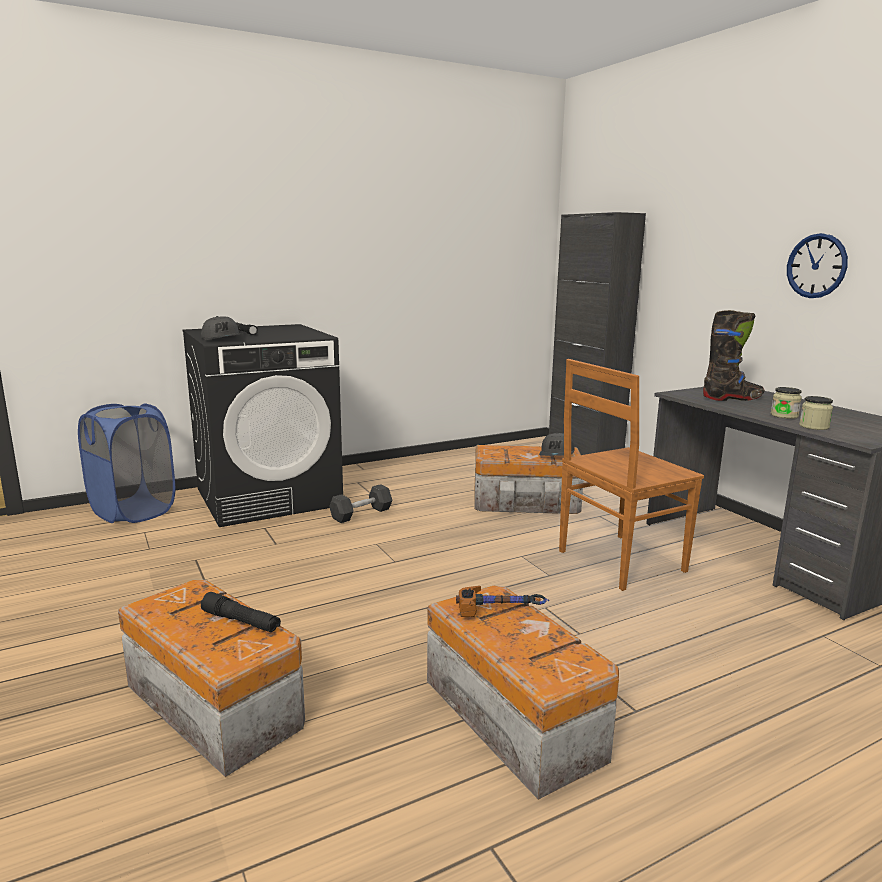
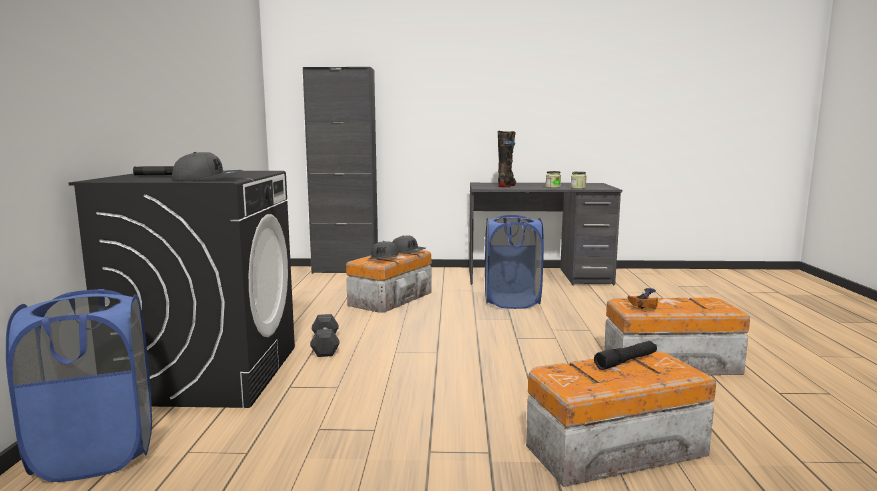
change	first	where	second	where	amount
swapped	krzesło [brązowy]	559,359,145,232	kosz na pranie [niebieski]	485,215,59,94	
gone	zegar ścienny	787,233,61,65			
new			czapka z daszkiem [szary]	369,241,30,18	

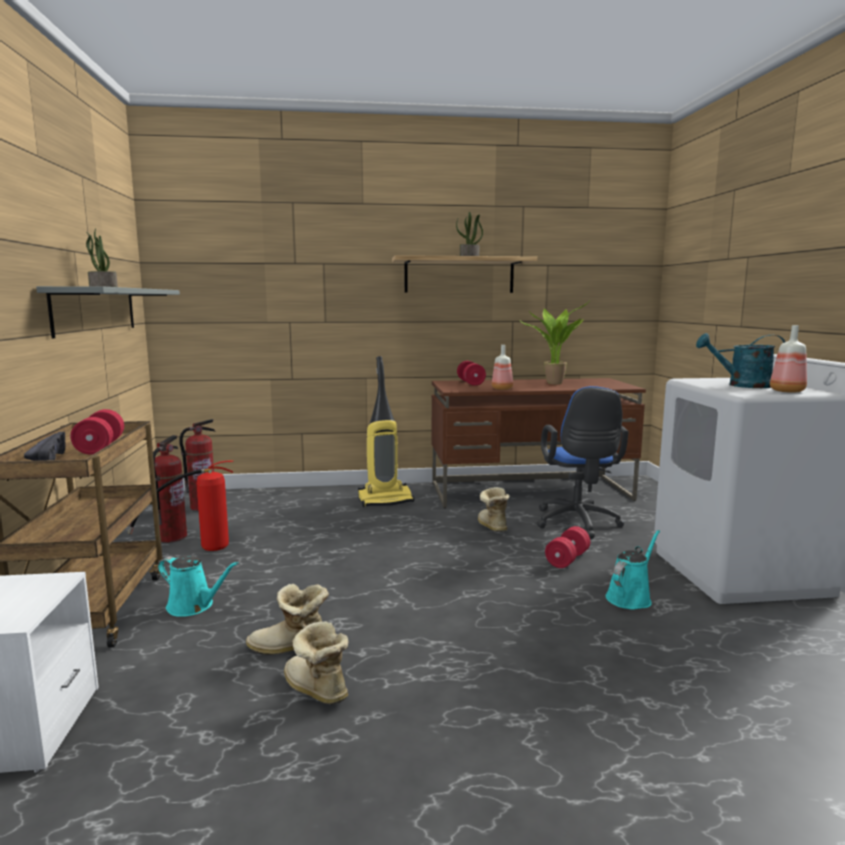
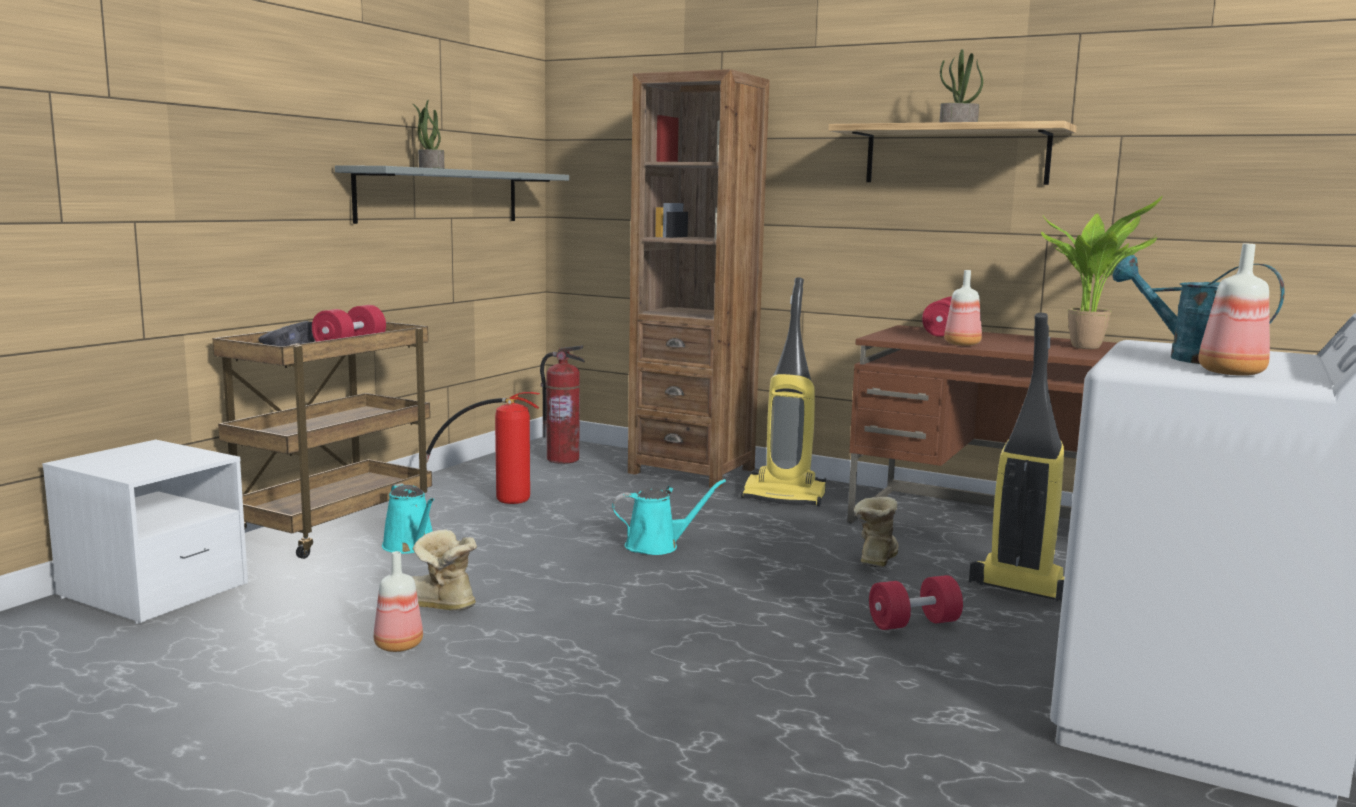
change	first	where	second	where	amount
gone	gaśnica	153,435,34,108			
swapped	but z cholewką	284,621,64,84	butelka	374,551,49,101	
swapped	krzesło biurowe [niebieski]	536,386,93,153	odkurzacz	969,313,95,289	
shifted	konewka [turkusowy]	606,530,54,80		612,479,114,76	
new			regał [brązowy]	628,69,141,420	

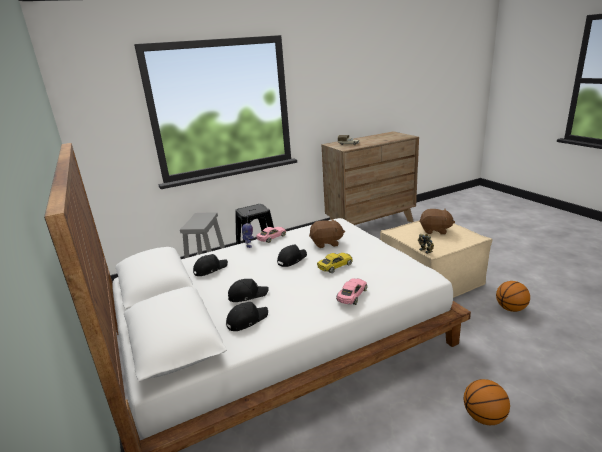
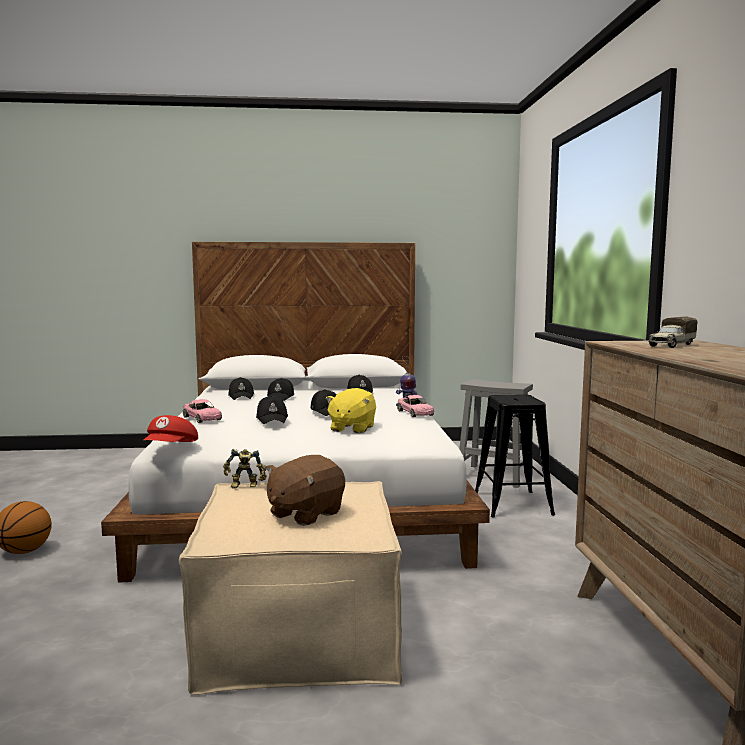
change	first	where	second	where	amount
repainted	pluszak [brązowy]	309,219,36,29	pluszak [żółty]	325,388,51,45	
swapped	samochodzik [żółty]	317,253,36,20	czapka z daszkiem [czarny]	256,395,32,29	
gone	piłka do koszykówki	496,281,34,31			
new			czapka z daszkiem [czerwony]	143,415,55,27	

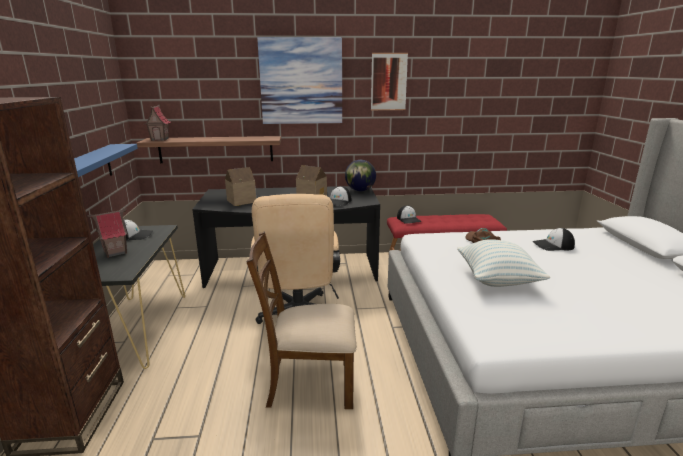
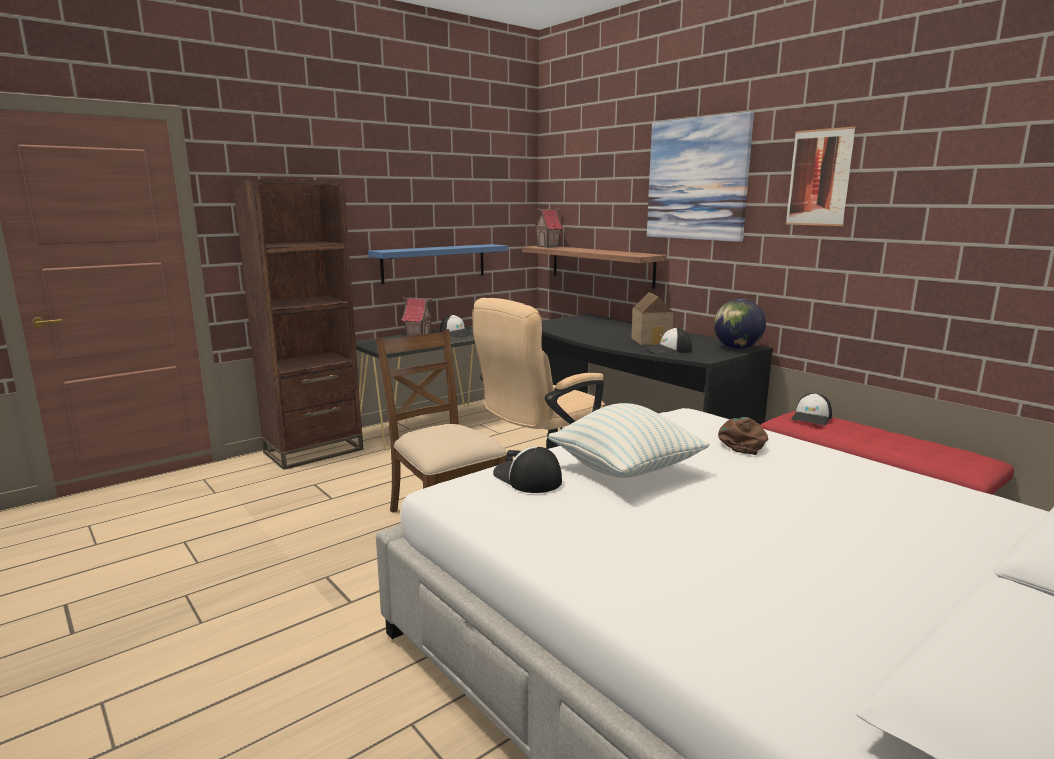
change	first	where	second	where	amount
gone	domek	225,167,31,39			
shifted	czapka z daszkiem	533,228,42,23		493,446,69,47	

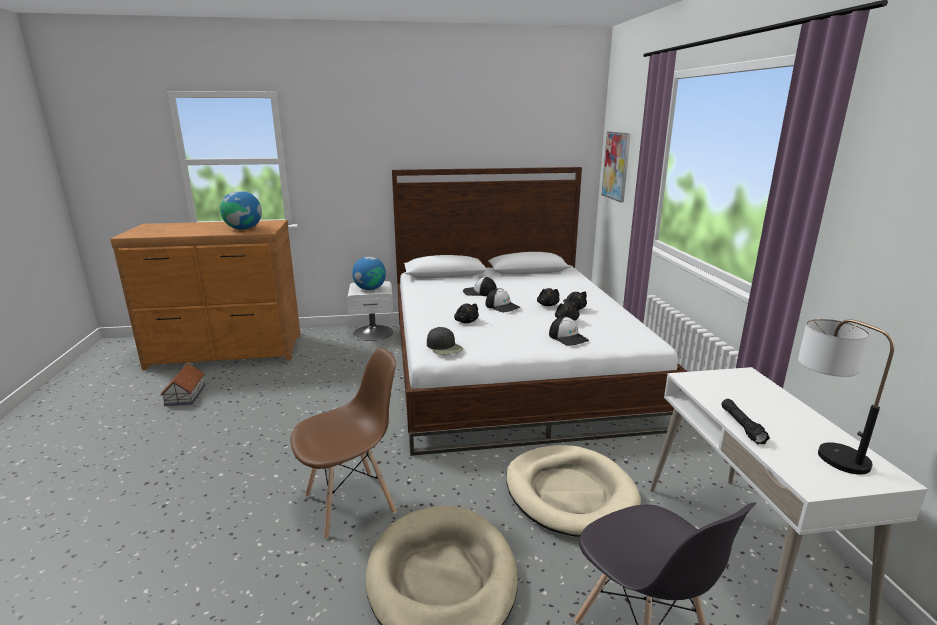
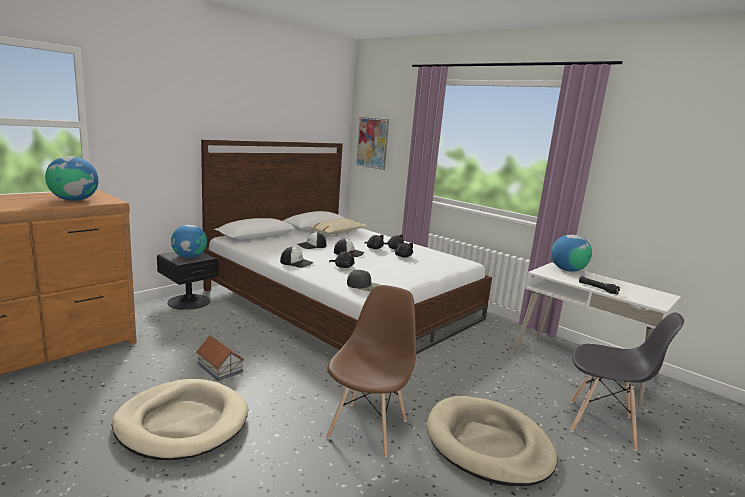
change	first	where	second	where	amount
shifted	domek	160,363,46,43		196,335,48,46	
repainted	szafka nocna [biały]	347,281,46,60	szafka nocna [czarny]	157,252,62,58	
shifted	legowisko [beżowy]	506,445,135,92		112,379,136,81	
shifted	czapka z daszkiem	549,316,40,30		280,247,33,21	
gone	lampa stołowa	798,319,96,156			
new			poduszka [beżowy]	309,218,58,16	
new			globus	551,235,41,37	

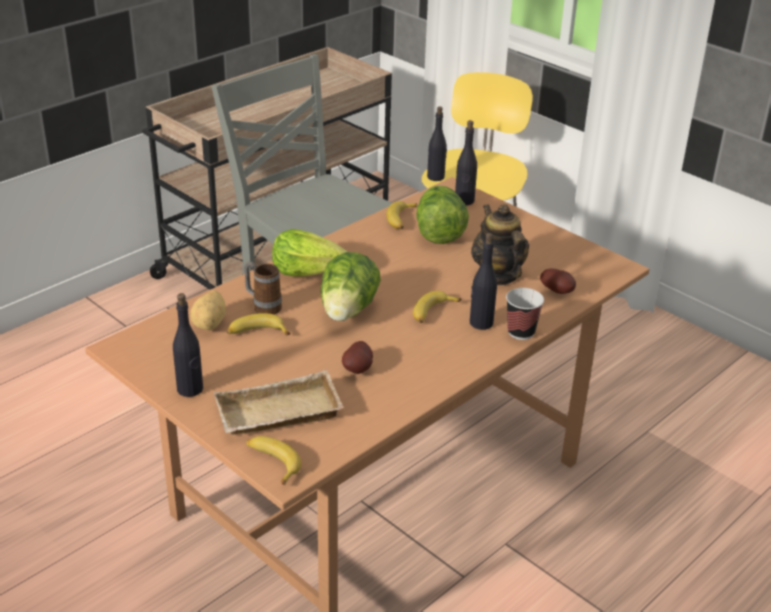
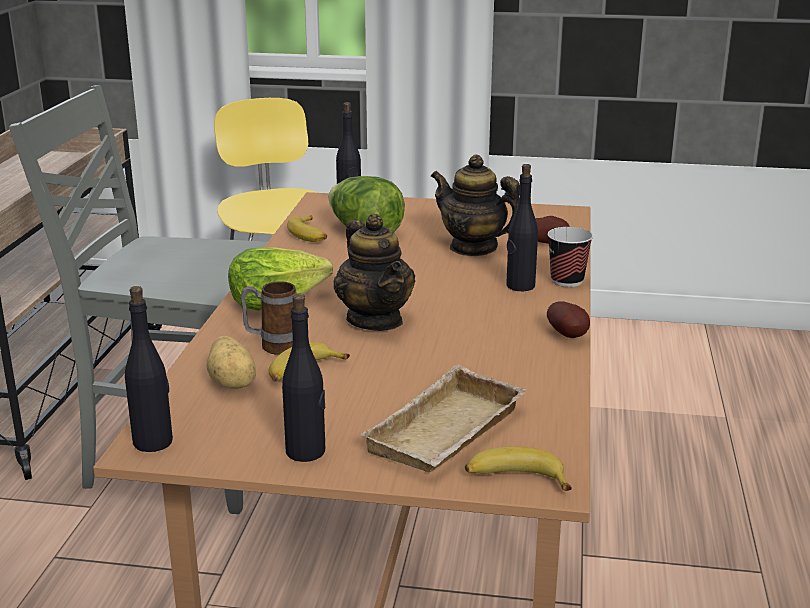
change	first	where	second	where	amount
swapped	sałata	321,252,60,69	imbryk	334,214,81,117	
shifted	ziemniak	342,341,31,33		547,301,43,37	
gone	banan	413,291,48,32			
shifted	butelka [czarny]	427,106,20,75		125,286,48,166	

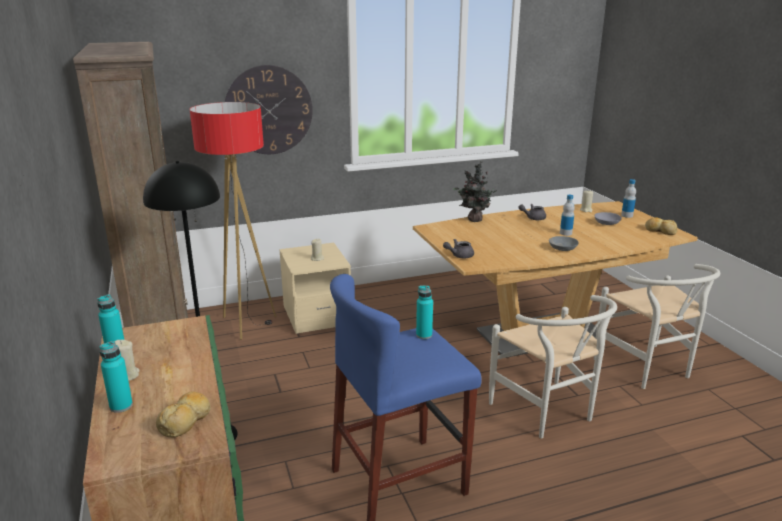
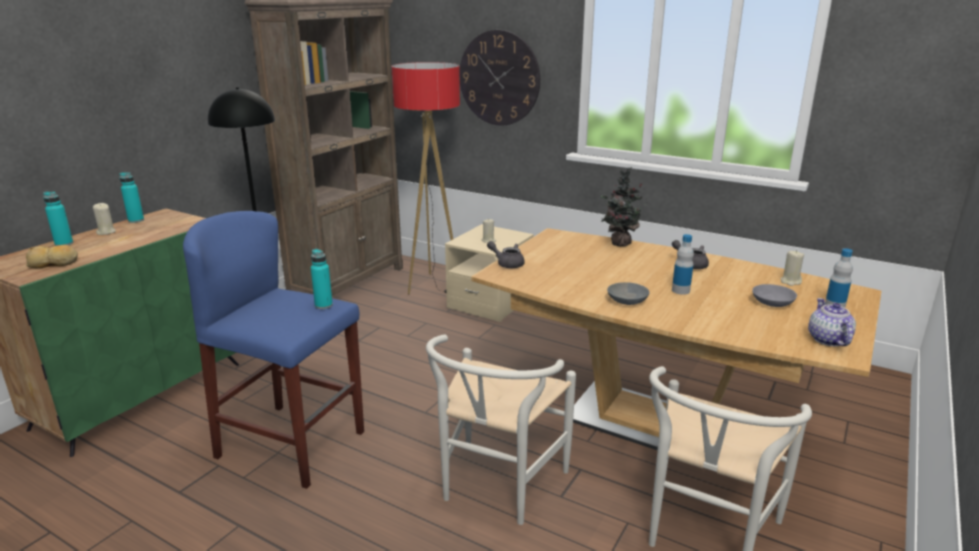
change	first	where	second	where	amount
swapped	chleb	645,217,33,18	imbryk	808,298,48,48	

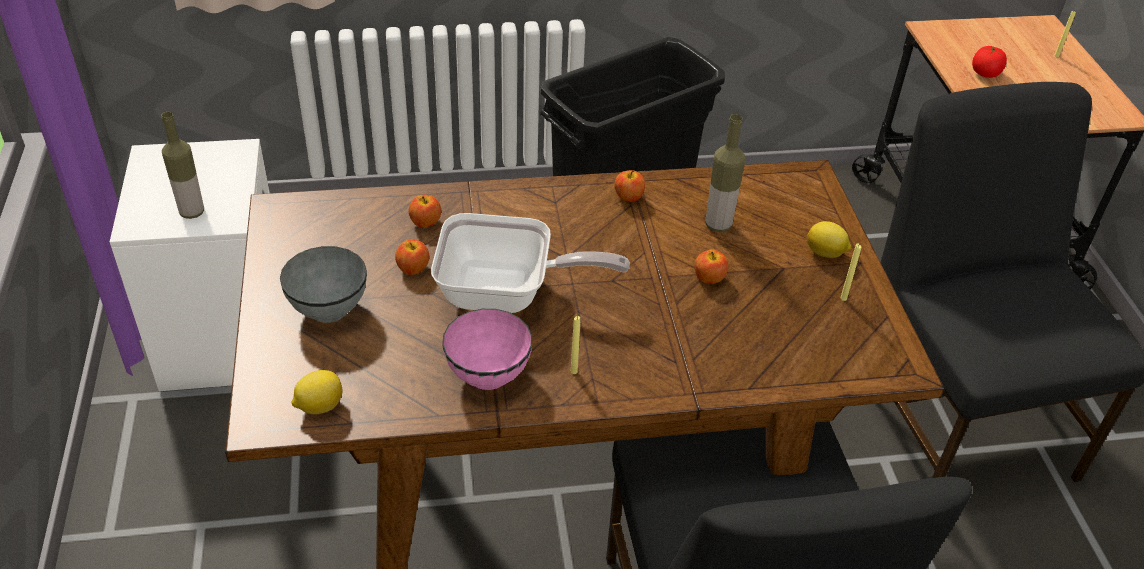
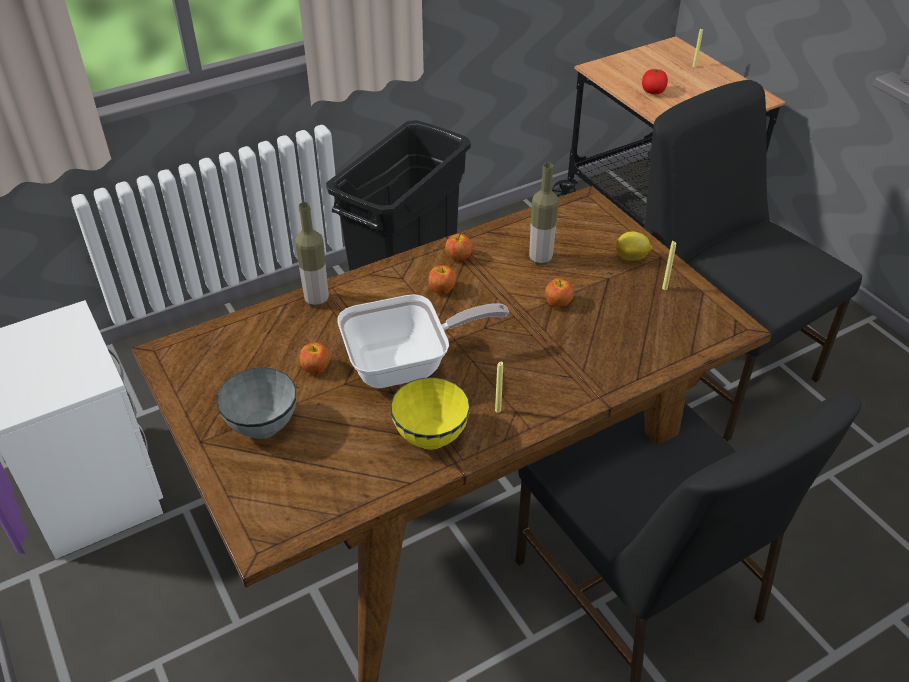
change	first	where	second	where	amount
shifted	butelka	161,112,43,107		295,202,34,105	
gone	cytryna	292,370,51,44			
shifted	jabłko	409,195,32,33		429,265,27,29	
repainted	miska [różowy]	442,309,90,81	miska [żółty]	391,377,79,73	

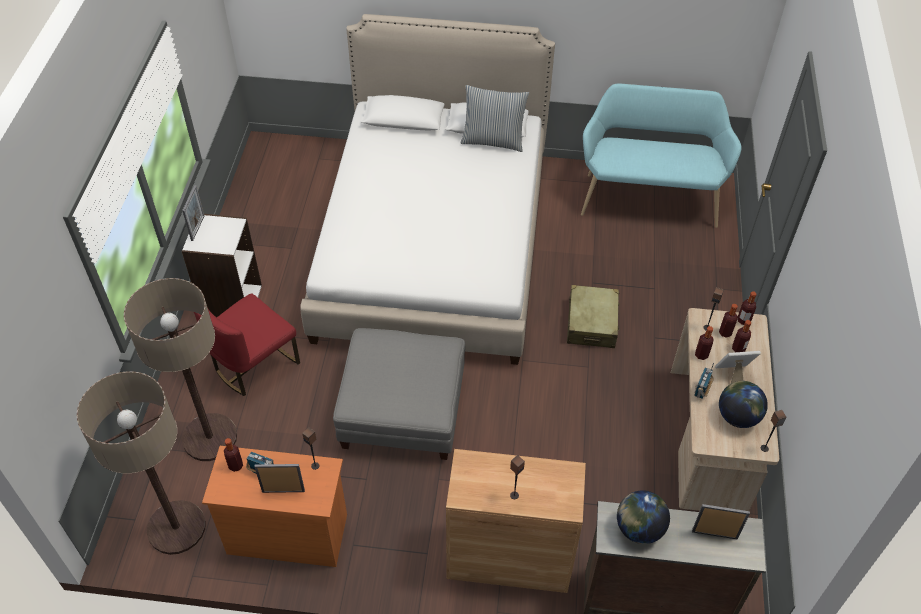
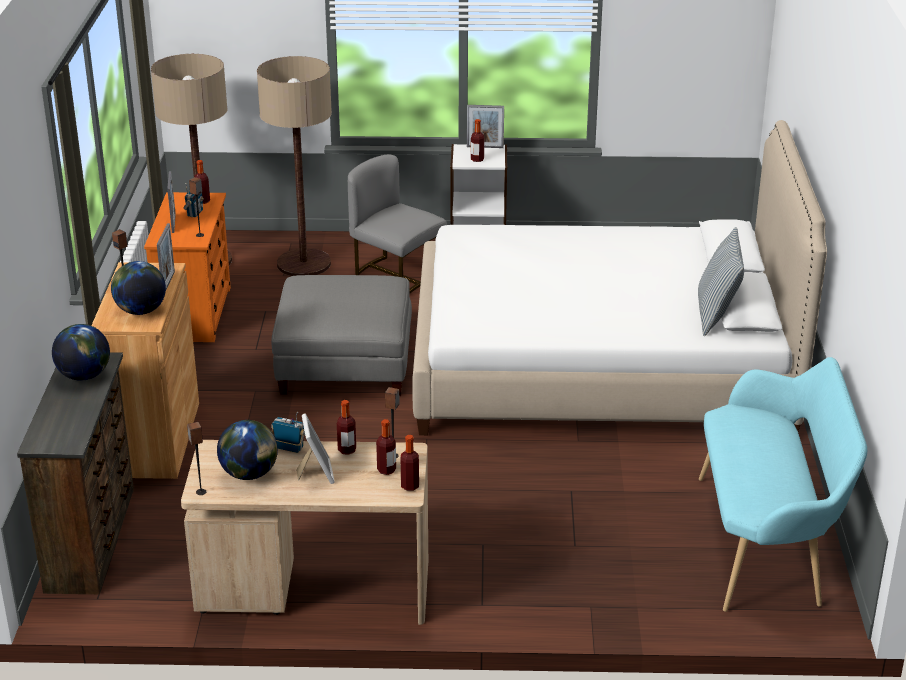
change	first	where	second	where	amount
repainted	krzesło [czerwony]	194,293,106,103	krzesło [szary]	348,155,99,139	
gone	walizka [beżowy]	567,285,53,63			
shifted	ramka na zdjęcie	692,504,58,35		157,223,18,67	
shifted	butelka	732,320,19,32		471,119,13,43	
new			globus	111,261,55,54	

